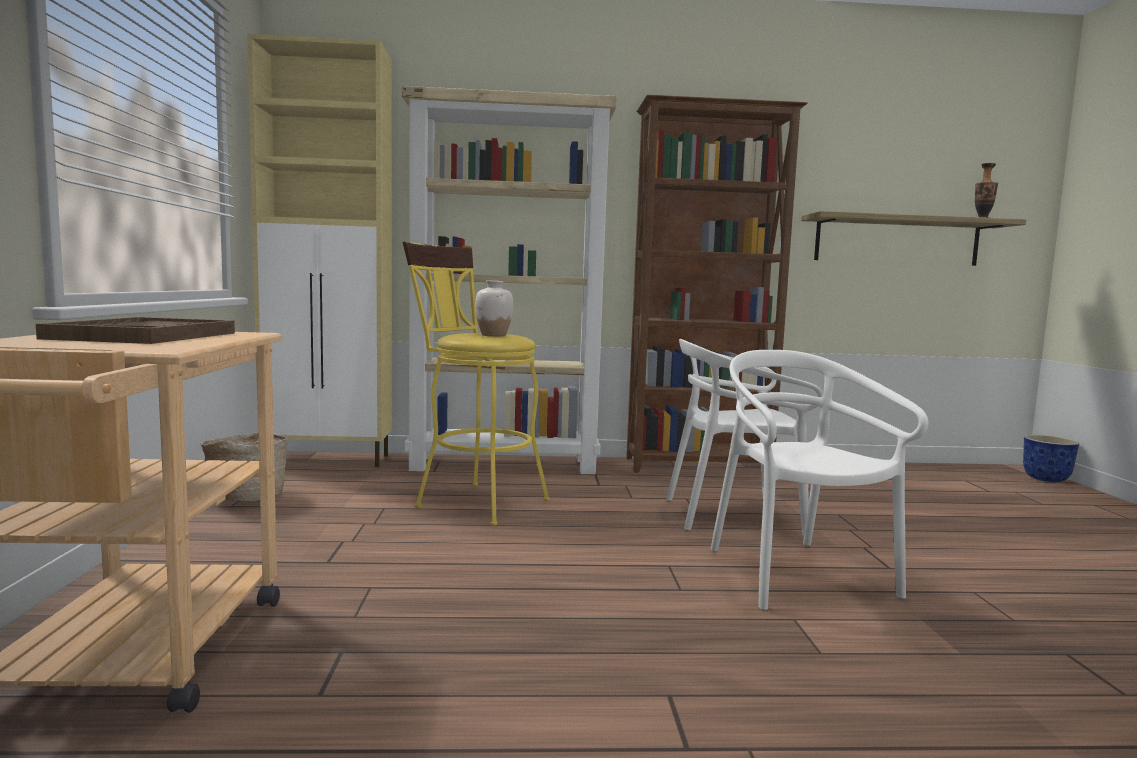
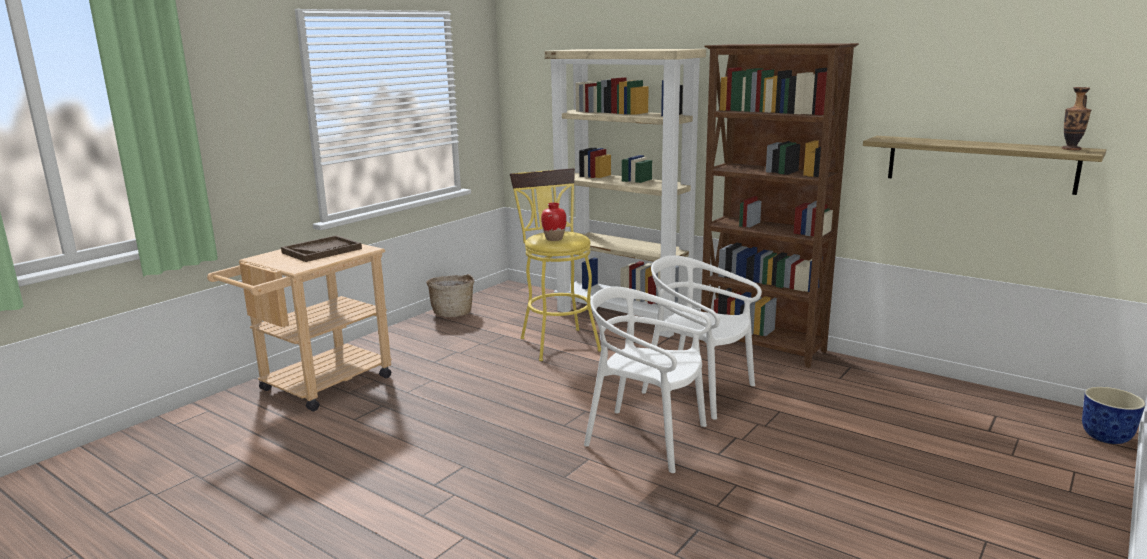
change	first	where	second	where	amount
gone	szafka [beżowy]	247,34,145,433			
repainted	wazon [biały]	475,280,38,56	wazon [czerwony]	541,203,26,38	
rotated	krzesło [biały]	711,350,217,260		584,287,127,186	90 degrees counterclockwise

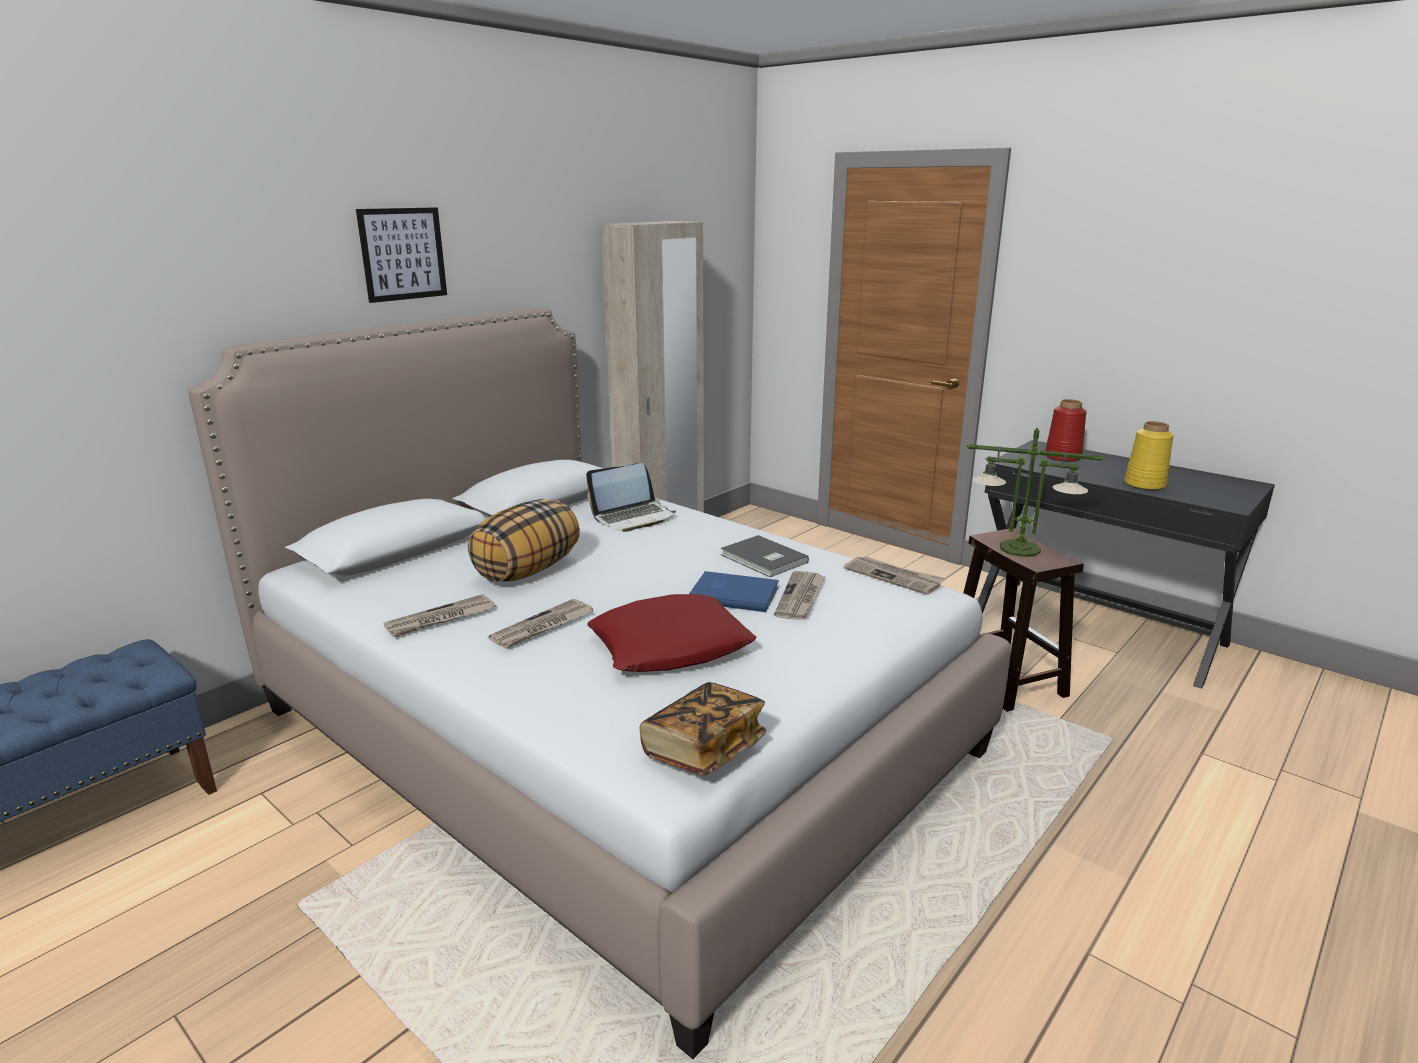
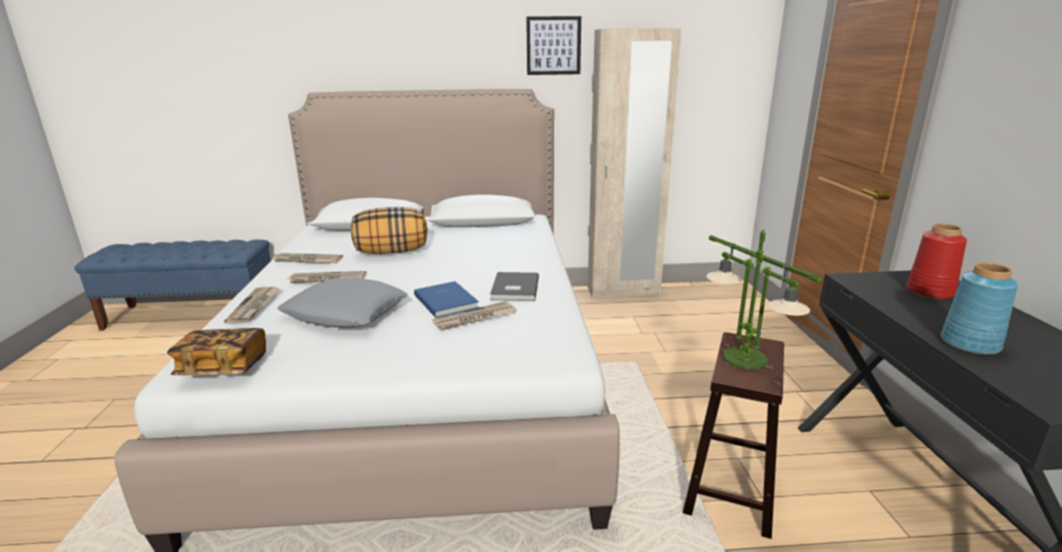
change	first	where	second	where	amount
shifted	obraz	356,207,91,96		526,16,55,59	
gone	laptop	586,463,90,69			
repainted	poduszka [czerwony]	587,594,169,78	poduszka [szary]	277,277,131,50	
shifted	gazeta	844,556,102,39		224,287,57,37	
repainted	wazon [żółty]	1124,421,50,69	wazon [niebieski]	941,262,77,93	

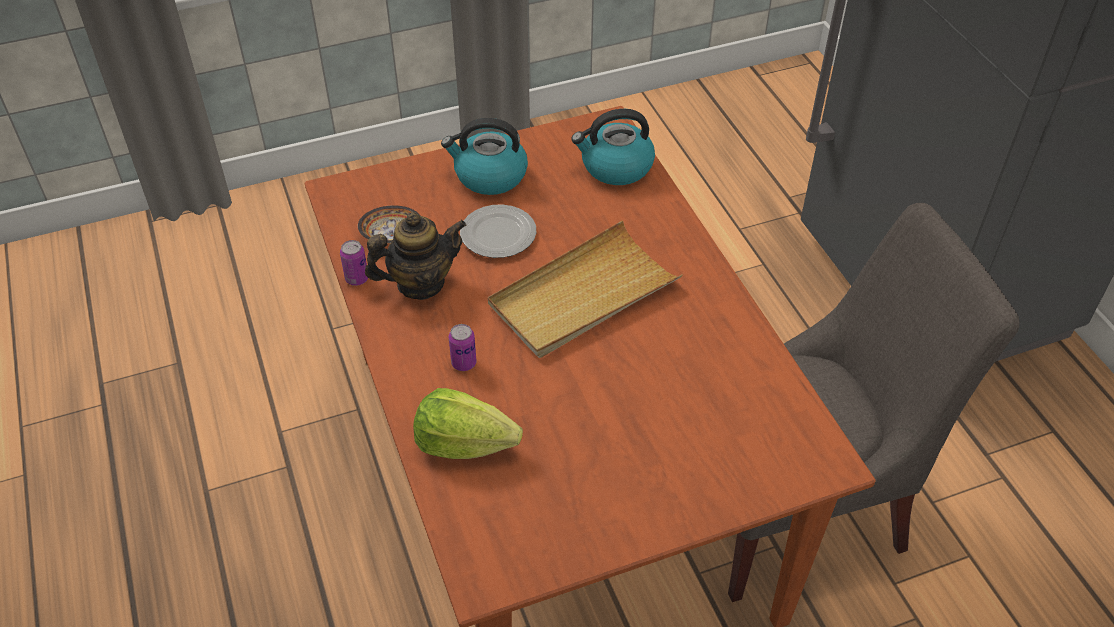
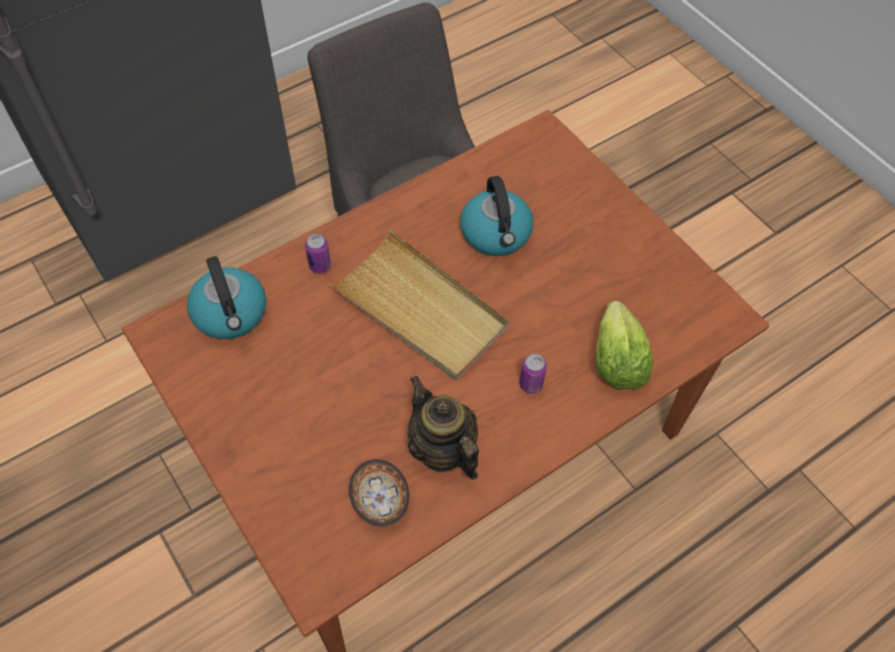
change	first	where	second	where	amount
shifted	puszka	340,240,28,46		305,234,26,40	
shifted	czajnik	441,118,87,77		460,176,74,80	
gone	talerz	460,204,76,54			

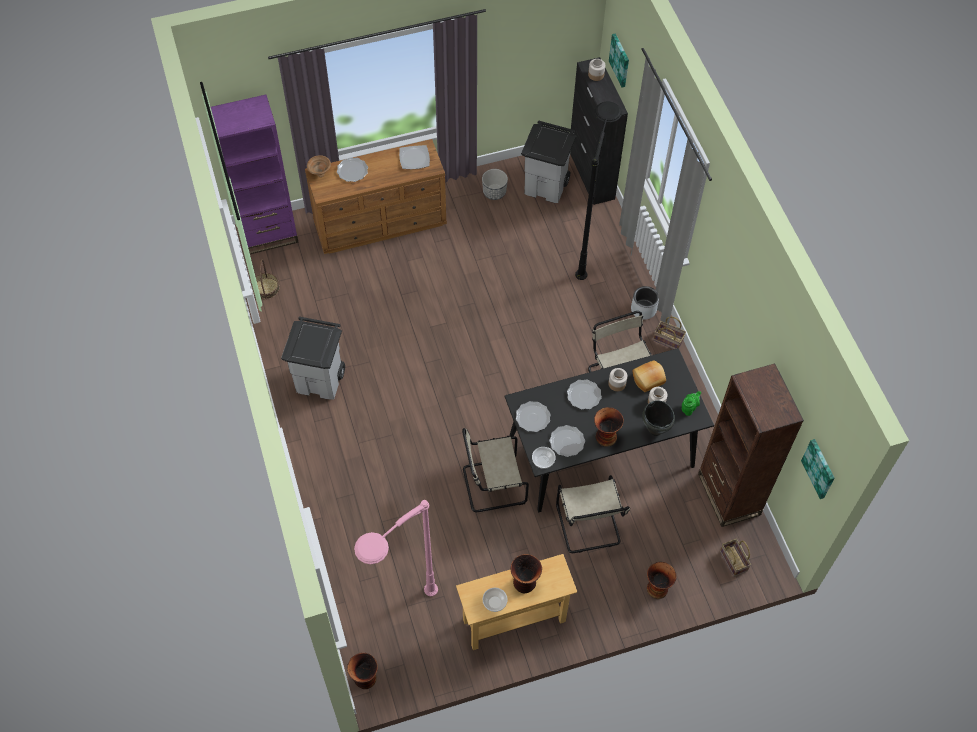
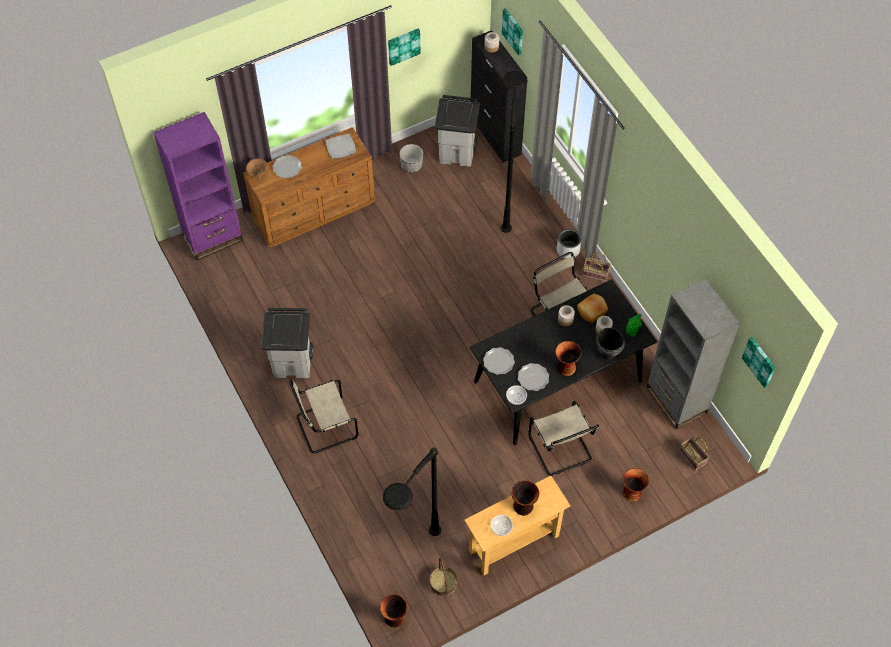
change	first	where	second	where	amount
shifted	koszyk	252,259,28,41		429,558,28,38	
repainted	lampa stojąca [różowy]	354,500,84,96	lampa stojąca [czarny]	383,447,58,89	
shifted	krzesło [beżowy]	462,428,67,84		289,380,70,73	
gone	talerz	567,379,35,30			
repainted	regał [brązowy]	698,364,106,163	regał [szary]	646,278,94,152	
new			obraz	388,28,33,38	

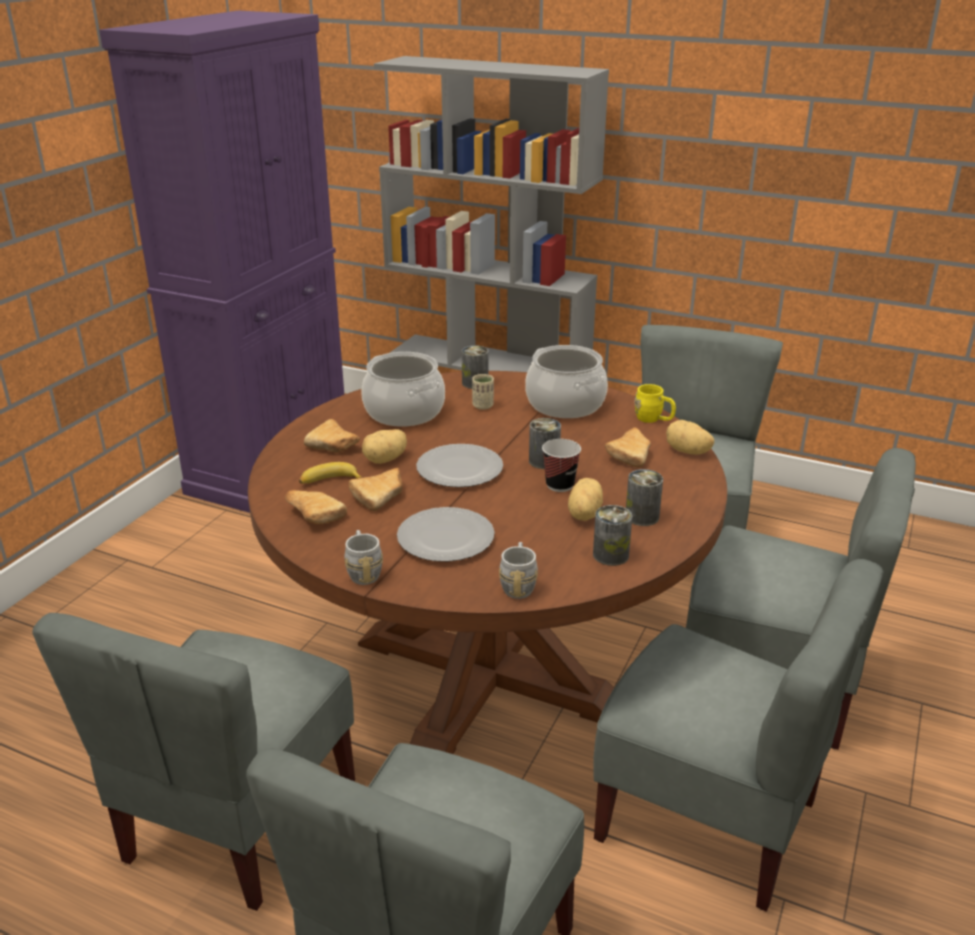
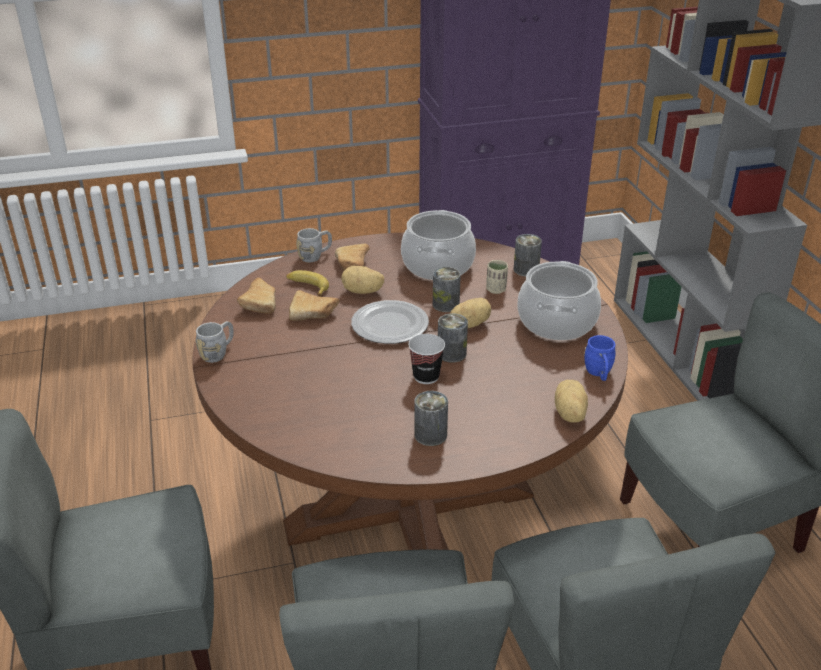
change	first	where	second	where	amount
gone	krzesło [szary]	32,613,323,298			
gone	talerz	397,507,98,55			
shifted	kubek [szary]	499,542,39,57		296,228,36,34	
shifted	ziemniak	568,478,35,43		450,298,41,30	
shifted	puszka	593,505,40,61		433,267,28,45	
gone	chleb	605,427,46,41			
repainted	kubek [żółty]	634,384,42,39	kubek [niebieski]	584,335,32,46	

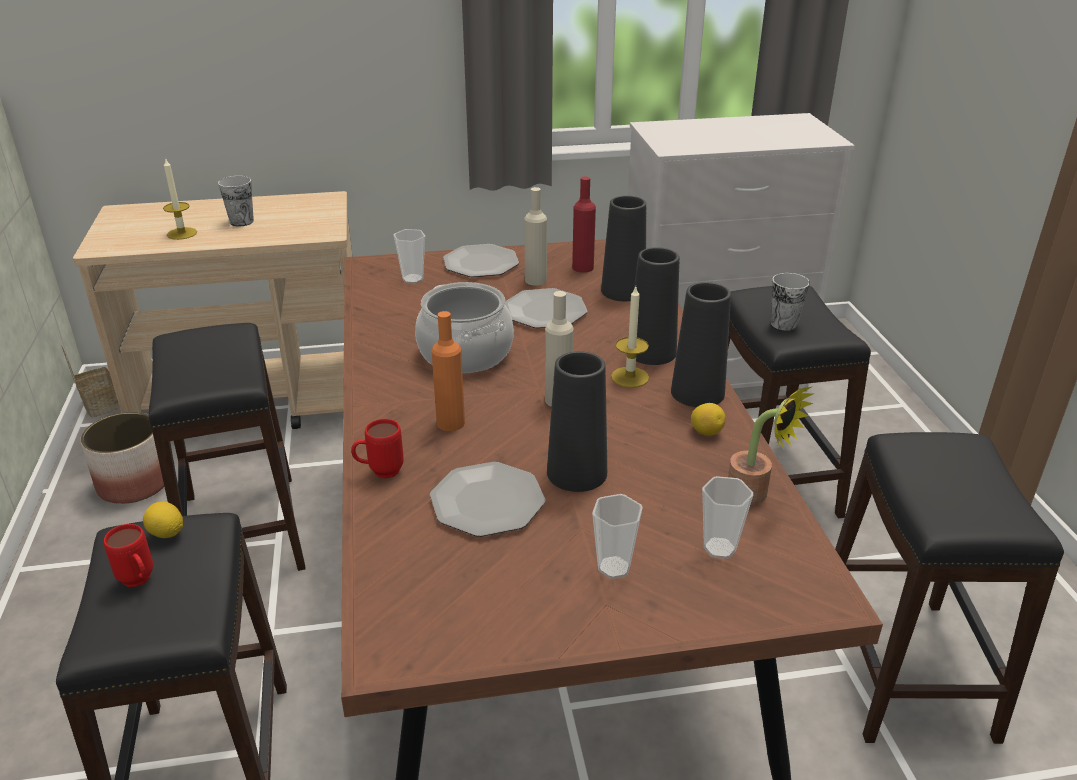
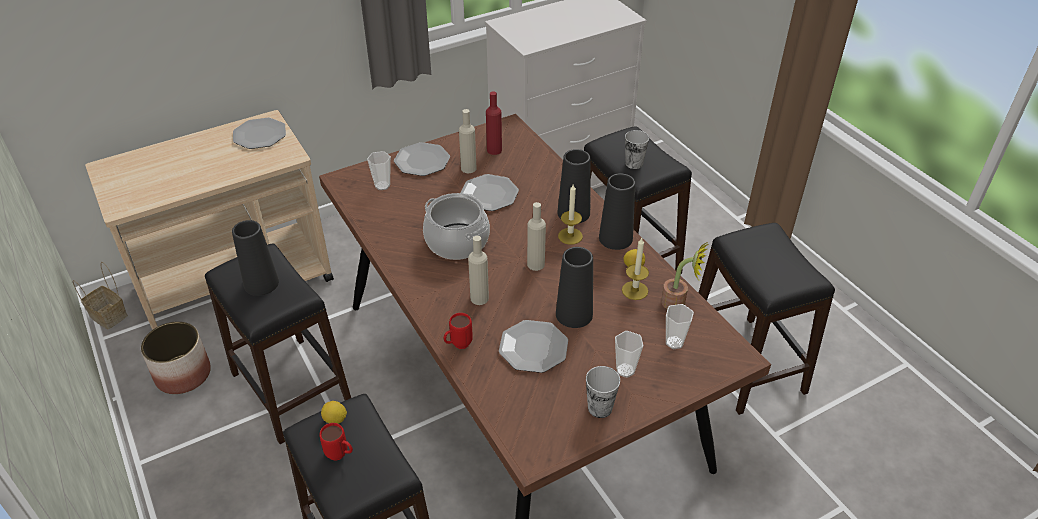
change	first	where	second	where	amount
shifted	świeca	163,157,34,83		622,238,27,62	
shifted	filiżanka	218,176,36,50		586,366,34,52	
repainted	butelka [pomarańczowy]	432,311,33,120	butelka [beżowy]	468,236,21,69	
shifted	wazon [czarny]	601,196,45,105		232,220,47,76	
new			talerz	233,118,53,31	

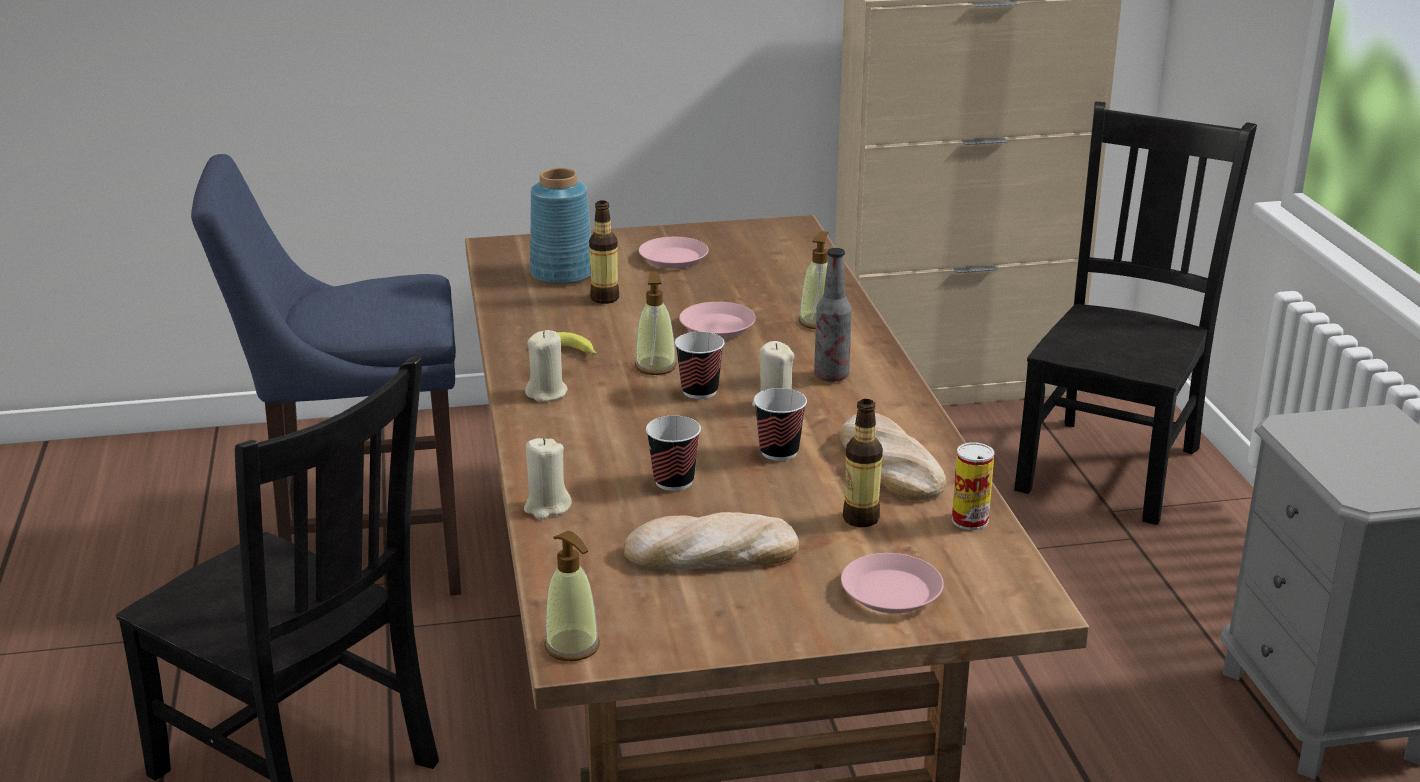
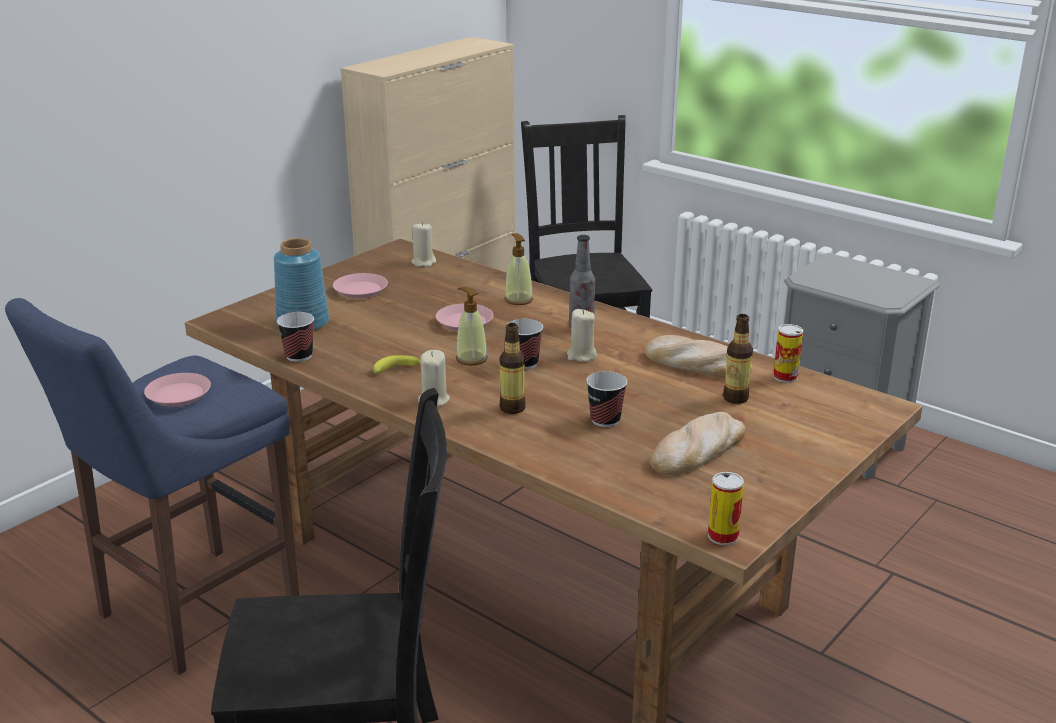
change	first	where	second	where	amount
shifted	świeca [beżowy]	524,438,48,82		411,222,25,45	
swapped	dozownik mydła	544,531,56,130	puszka	708,472,36,73	
shifted	butelka	589,200,30,104		499,323,27,91	
shifted	filiżanka	754,388,53,73		277,312,37,50	
shifted	talerz [różowy]	841,553,103,60		144,373,67,34	

